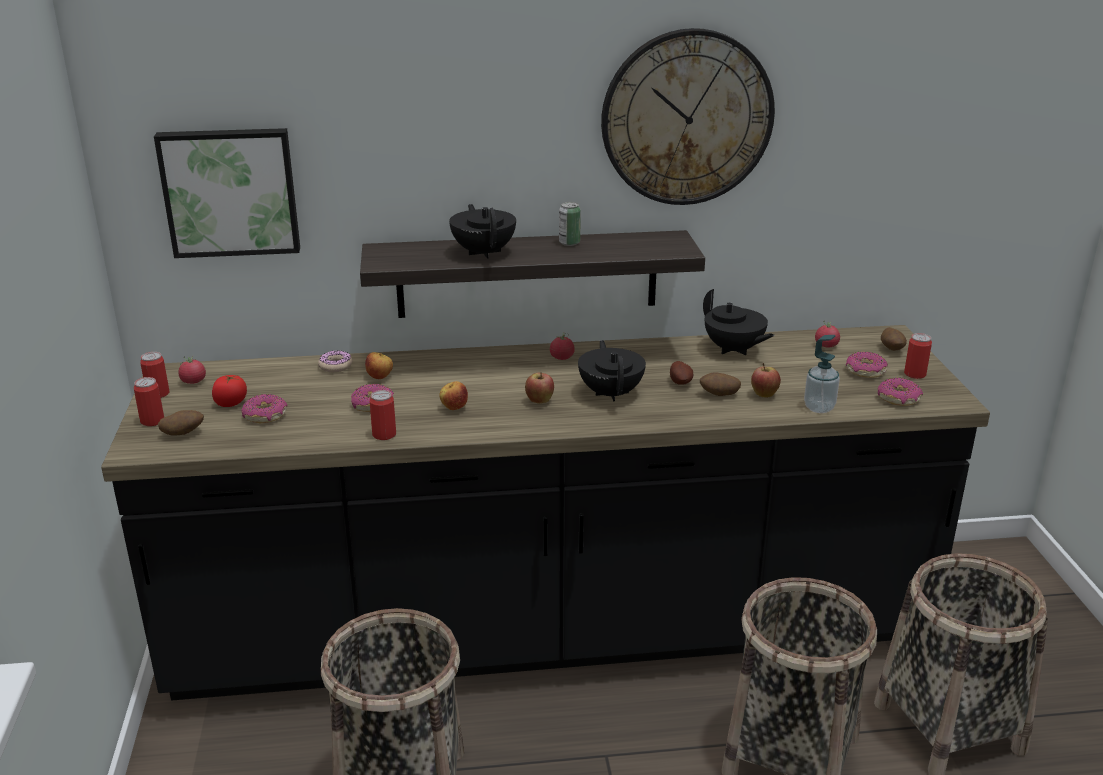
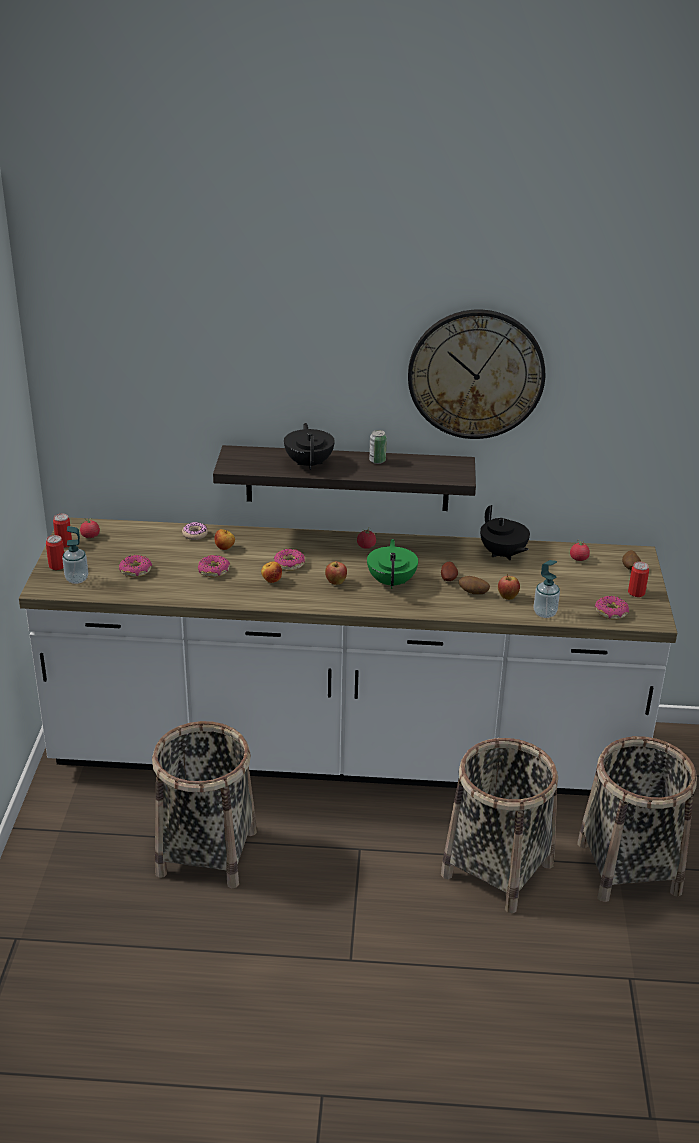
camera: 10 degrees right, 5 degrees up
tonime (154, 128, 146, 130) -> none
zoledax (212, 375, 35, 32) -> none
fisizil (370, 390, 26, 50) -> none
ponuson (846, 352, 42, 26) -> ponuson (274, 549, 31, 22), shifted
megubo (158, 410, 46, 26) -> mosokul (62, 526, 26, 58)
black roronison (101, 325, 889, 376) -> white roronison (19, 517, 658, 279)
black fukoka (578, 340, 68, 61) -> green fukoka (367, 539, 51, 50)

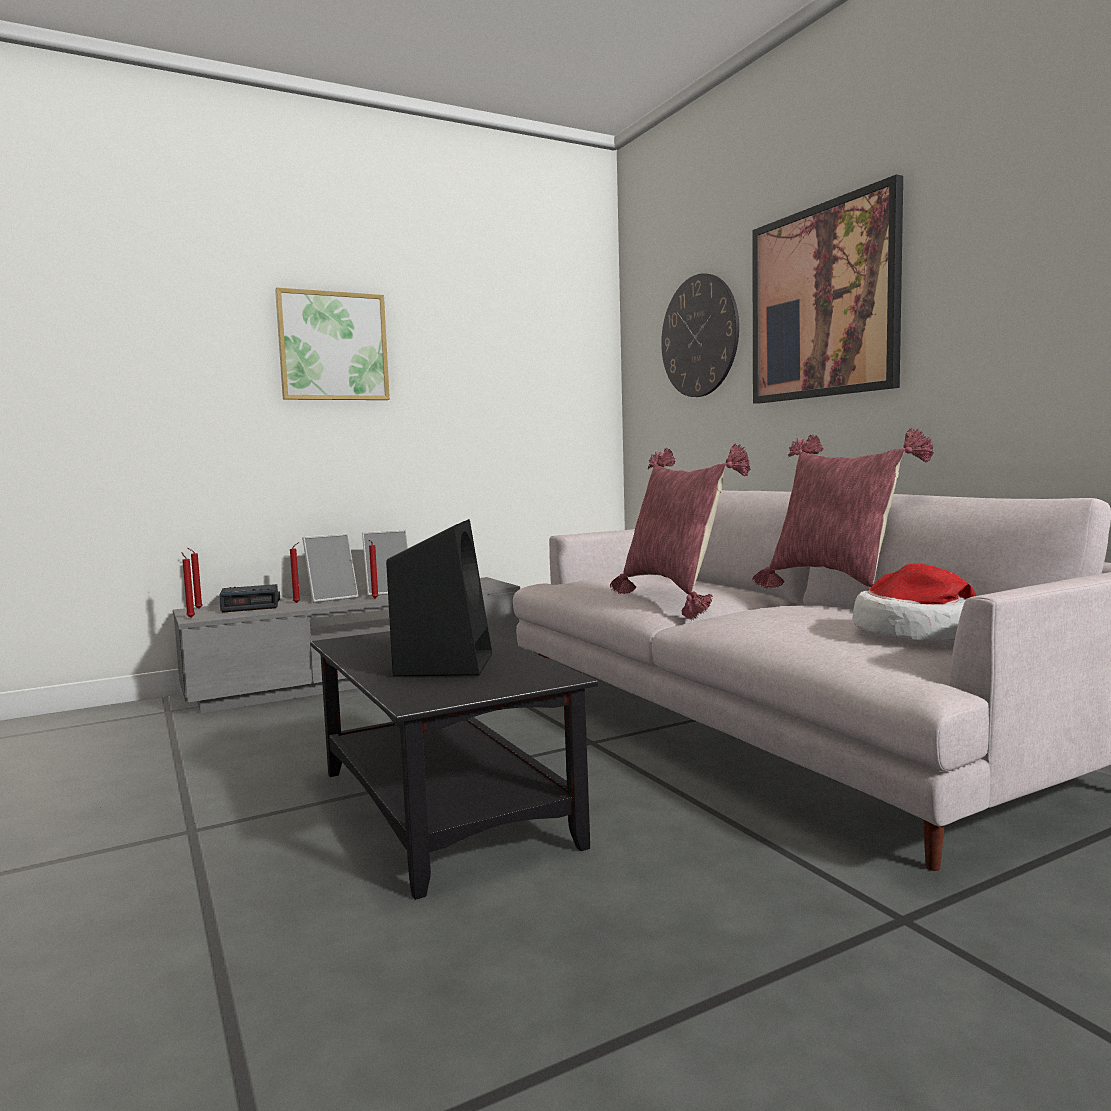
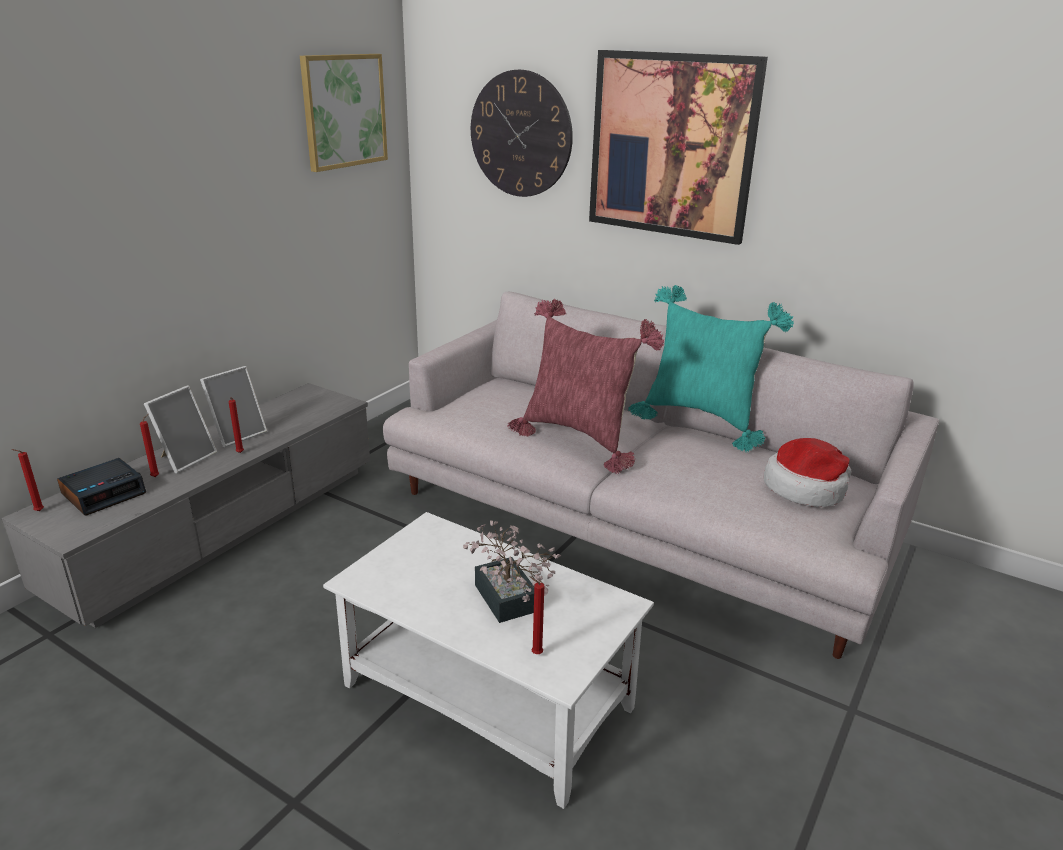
camera: 30 degrees left, 20 degrees up
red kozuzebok (182, 553, 13, 65) -> red kozuzebok (529, 576, 15, 78), shifted
tonime (275, 288, 115, 112) -> tonime (300, 54, 88, 118), shifted
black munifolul (386, 519, 106, 158) -> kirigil (463, 520, 98, 103)
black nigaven (310, 631, 288, 269) -> white nigaven (323, 512, 331, 297)
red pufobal (752, 428, 182, 163) -> turquoise pufobal (628, 285, 166, 168)

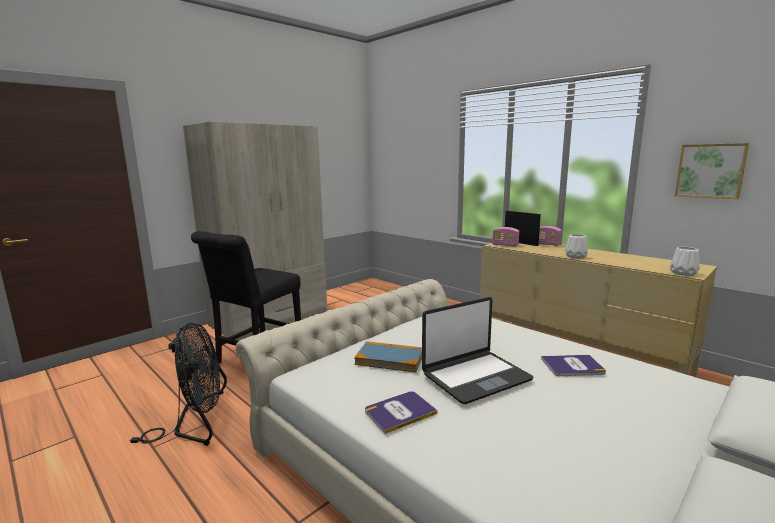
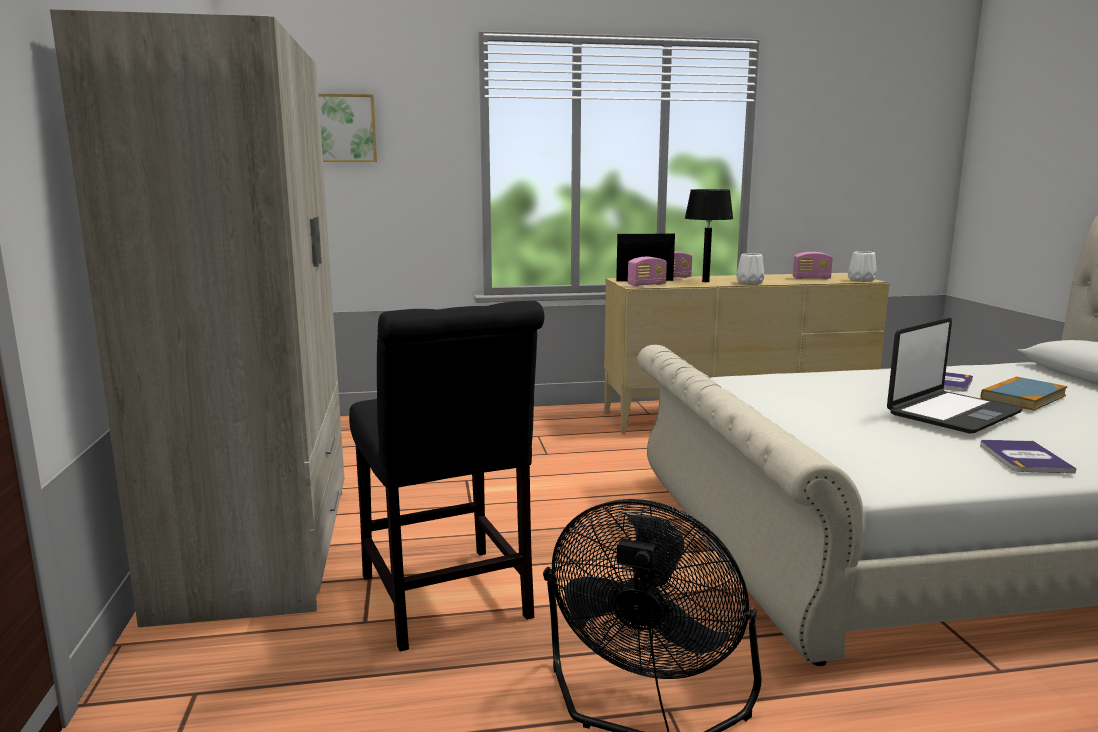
camera: 55 degrees left, 0 degrees up
none -> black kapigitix (685, 189, 48, 93)
none -> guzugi (793, 252, 40, 27)
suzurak (354, 341, 68, 32) -> suzurak (981, 377, 86, 34), shifted
tonime (675, 143, 74, 56) -> tonime (318, 93, 59, 69), shifted
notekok (422, 297, 112, 107) -> notekok (887, 318, 135, 116), 45 degrees clockwise

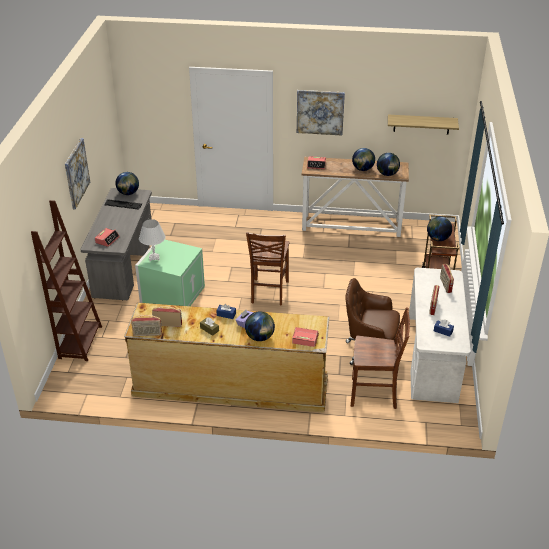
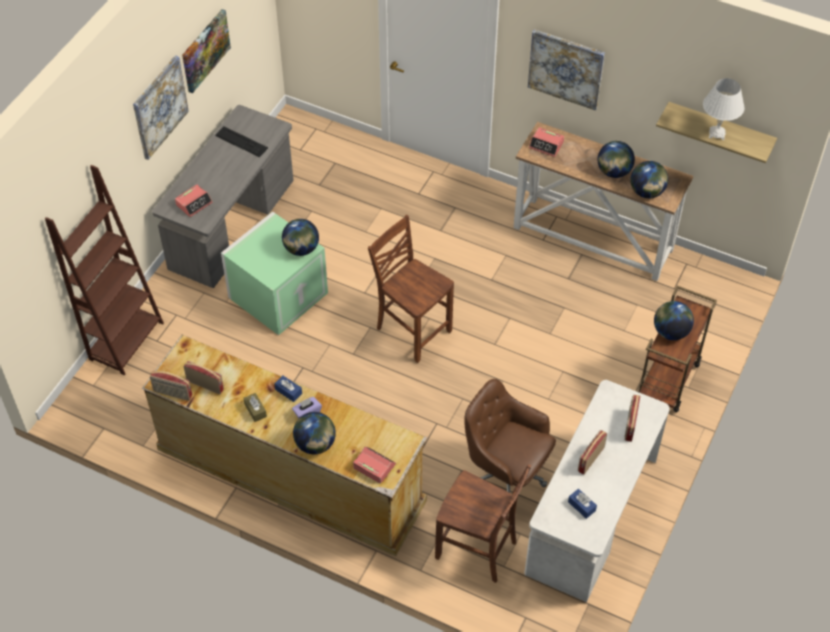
camera: 20 degrees right, 15 degrees up
none -> tonime (182, 9, 49, 84)
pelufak (115, 172, 24, 23) -> pelufak (282, 219, 37, 37), shifted
white kapigitix (139, 219, 27, 42) -> white kapigitix (703, 78, 42, 62), shifted
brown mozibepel (246, 232, 44, 74) -> brown mozibepel (368, 215, 86, 148), 105 degrees clockwise

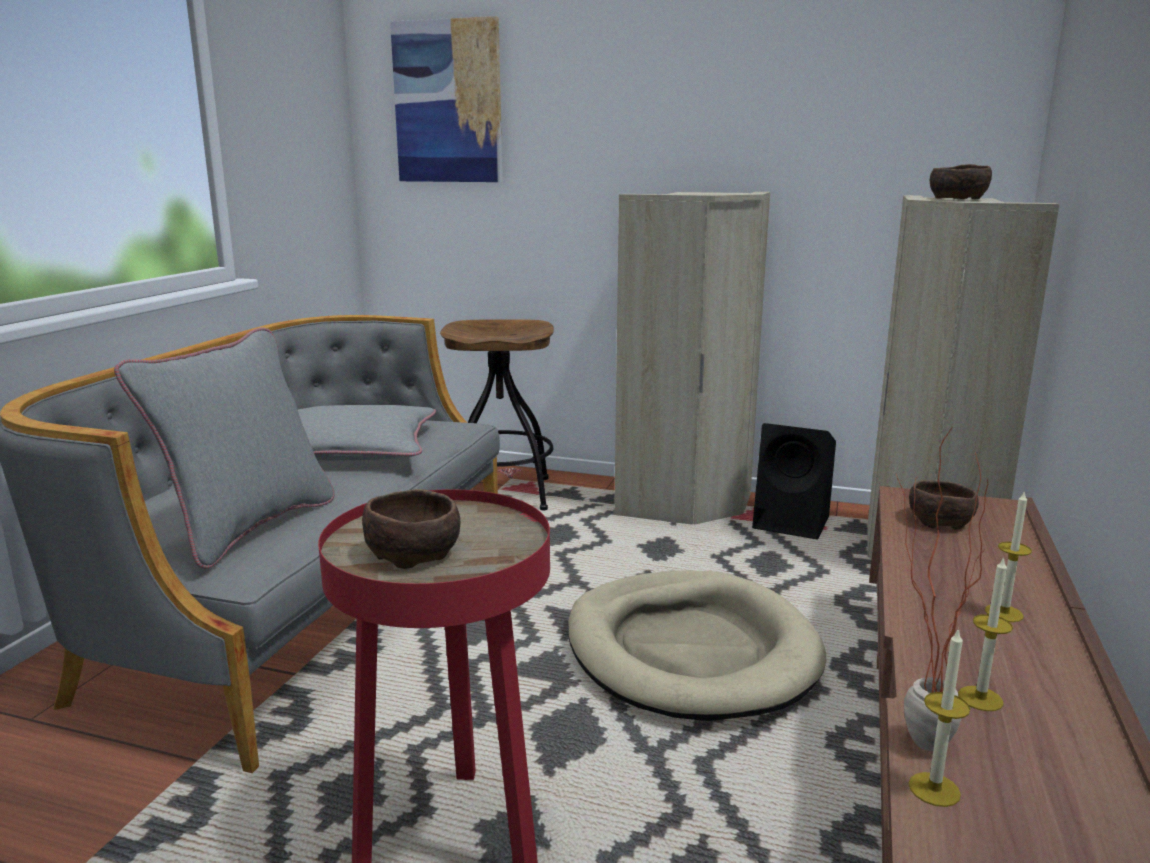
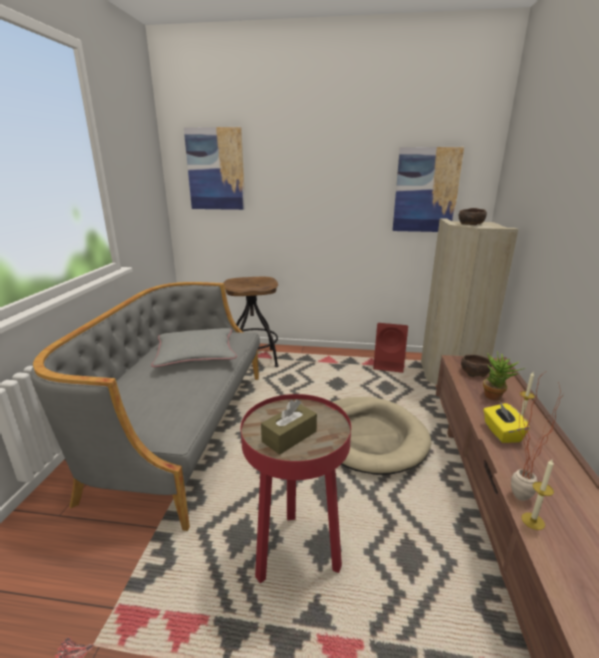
camera: 10 degrees left, 5 degrees up
grey pufobal (114, 327, 221, 242) -> none
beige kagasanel (614, 192, 156, 333) -> none
kozuzebok (958, 556, 55, 155) -> none
none -> tonime (392, 147, 72, 85)
none -> kirigil (483, 351, 43, 49)
none -> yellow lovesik (483, 402, 47, 41)
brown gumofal (362, 489, 98, 80) -> brown lovesik (261, 399, 56, 56)
black munifolul (752, 423, 84, 117) -> red munifolul (373, 323, 35, 50)

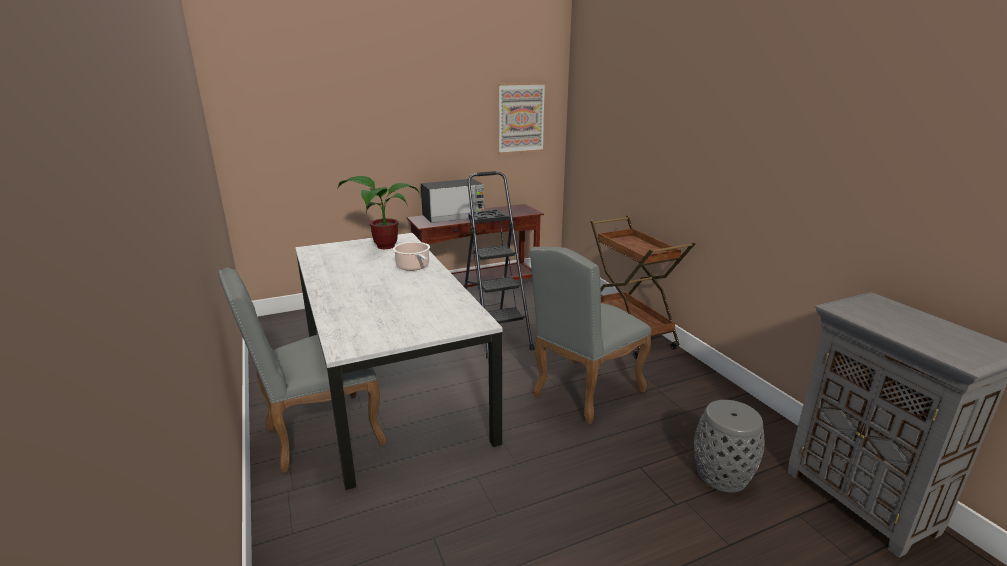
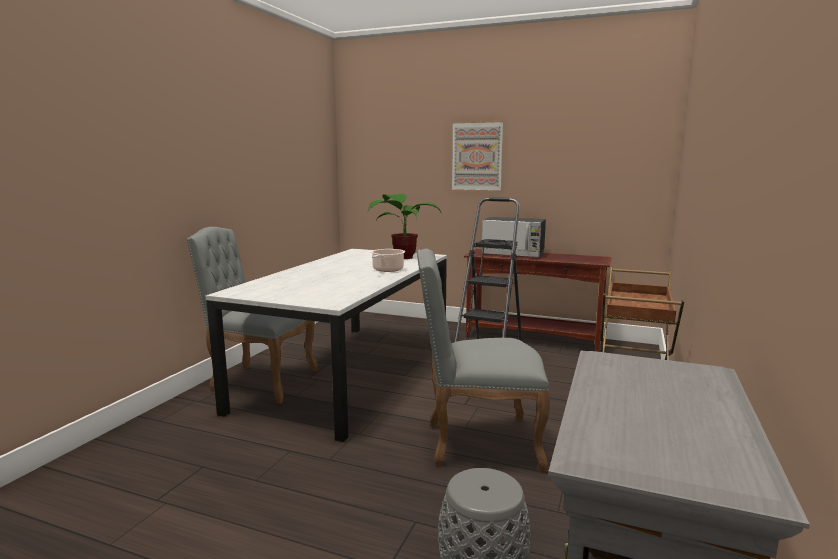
camera: 45 degrees right, 10 degrees down
tonime (499, 83, 46, 71) -> tonime (452, 121, 51, 71), shifted

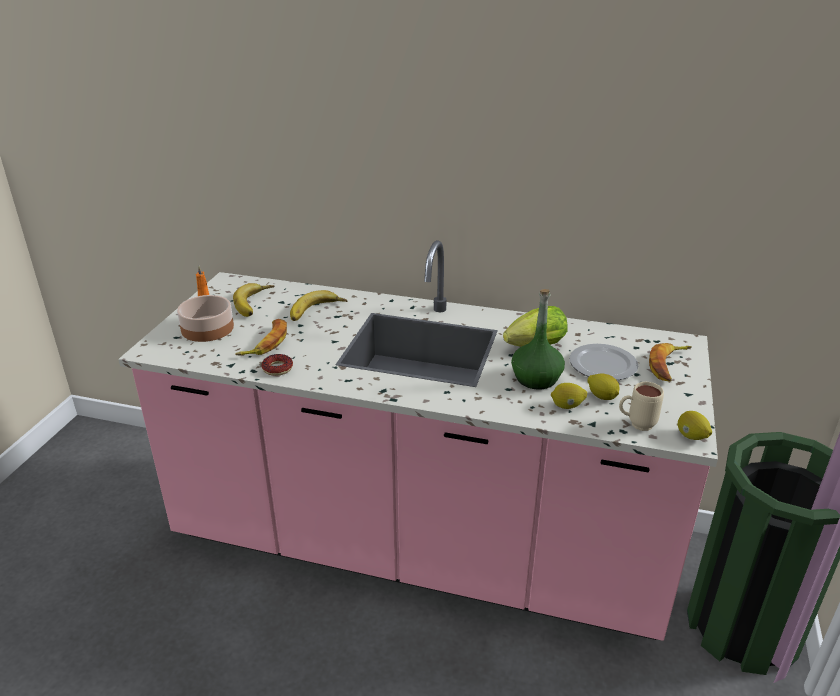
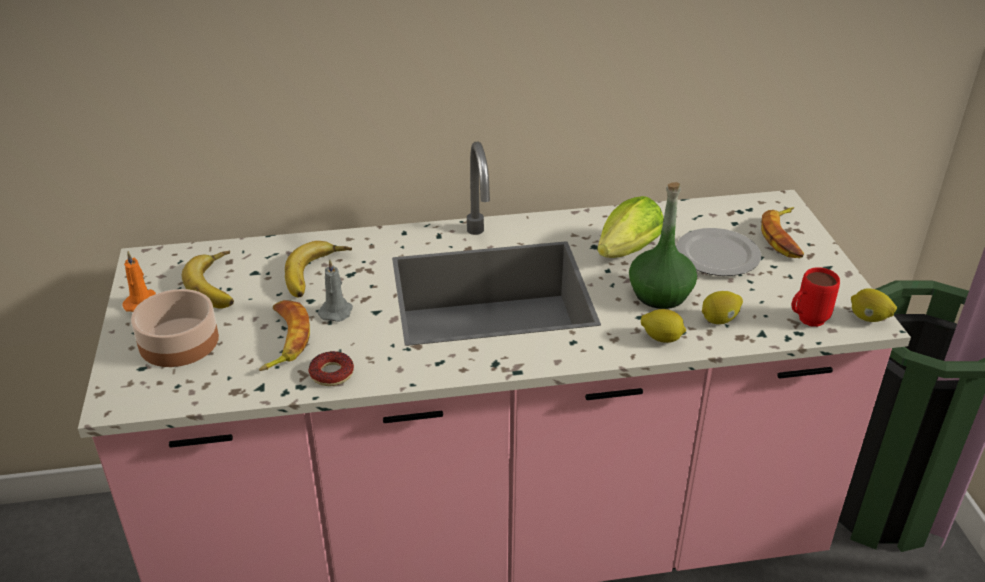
camera: 25 degrees left, 5 degrees up
none -> grey kozuzebok (318, 259, 35, 63)
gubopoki (588, 374, 32, 26) -> gubopoki (641, 309, 45, 34), shifted
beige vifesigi (619, 382, 45, 49) -> red vifesigi (791, 267, 49, 60)

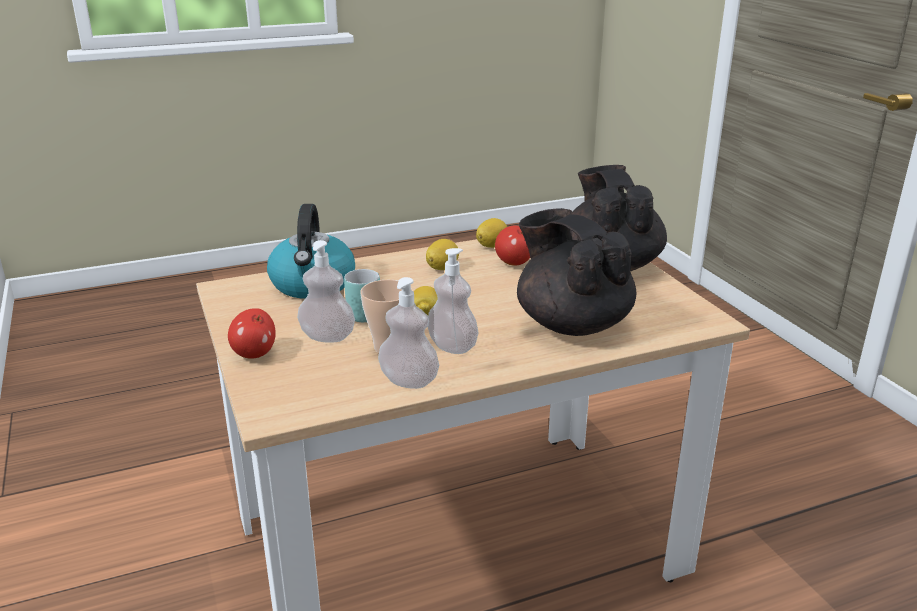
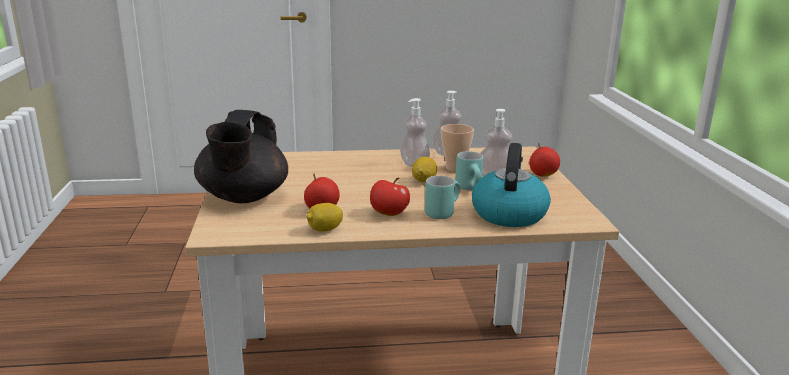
camera: 165 degrees left, 5 degrees down
black fukoka (517, 208, 119, 128) -> none
none -> turquoise vifesigi (425, 176, 35, 43)
gubopoki (426, 239, 33, 31) -> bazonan (370, 178, 40, 38)

